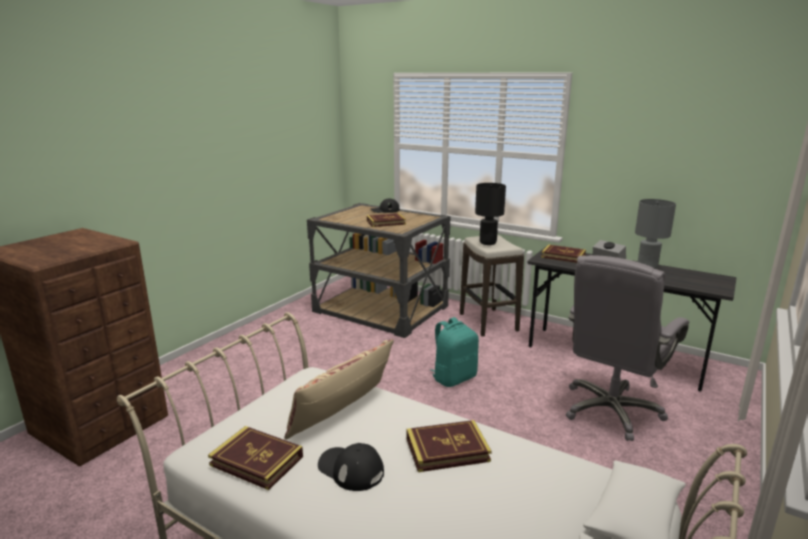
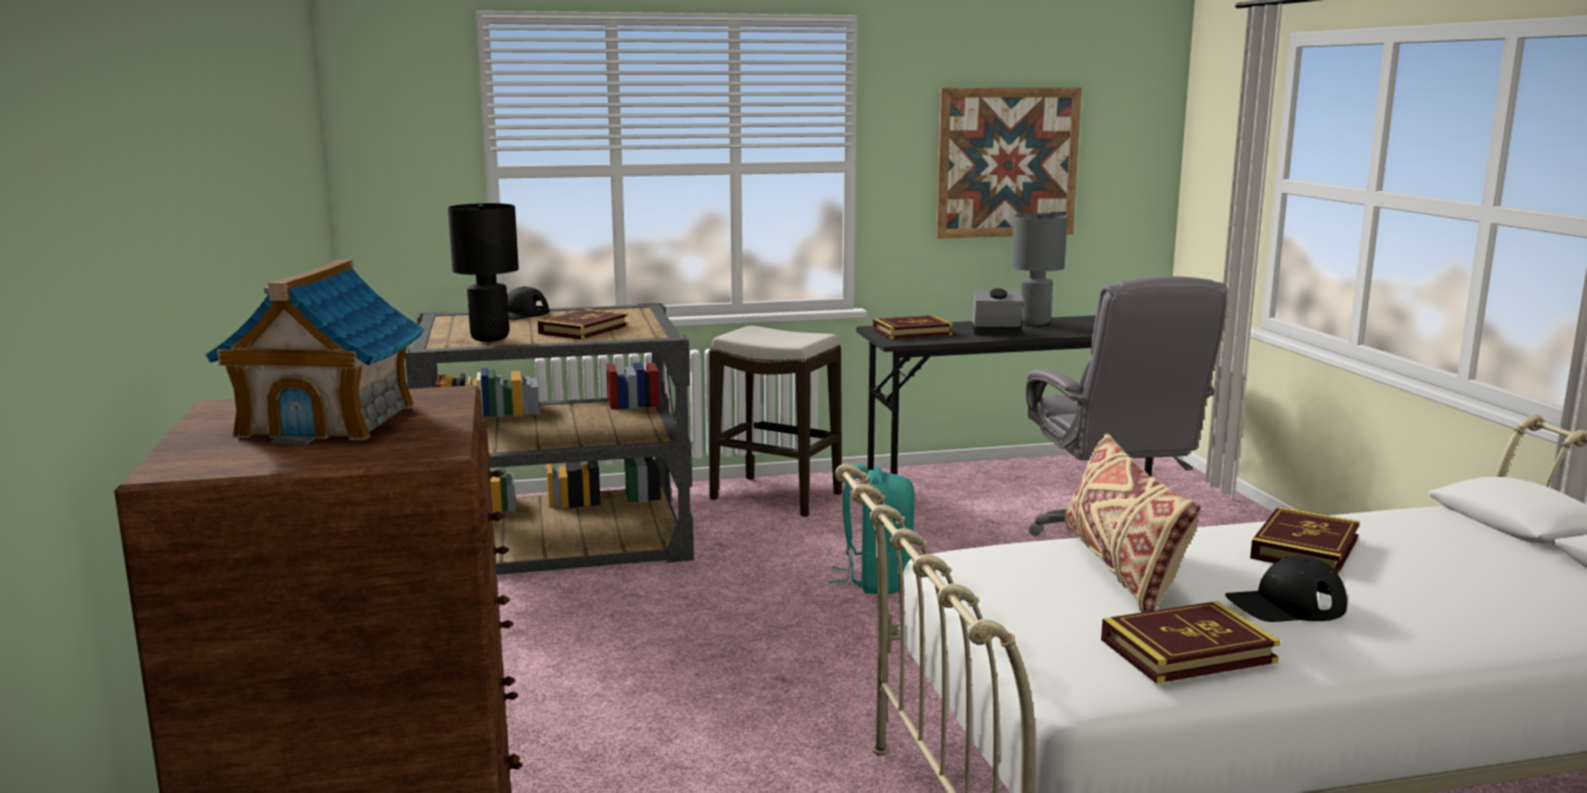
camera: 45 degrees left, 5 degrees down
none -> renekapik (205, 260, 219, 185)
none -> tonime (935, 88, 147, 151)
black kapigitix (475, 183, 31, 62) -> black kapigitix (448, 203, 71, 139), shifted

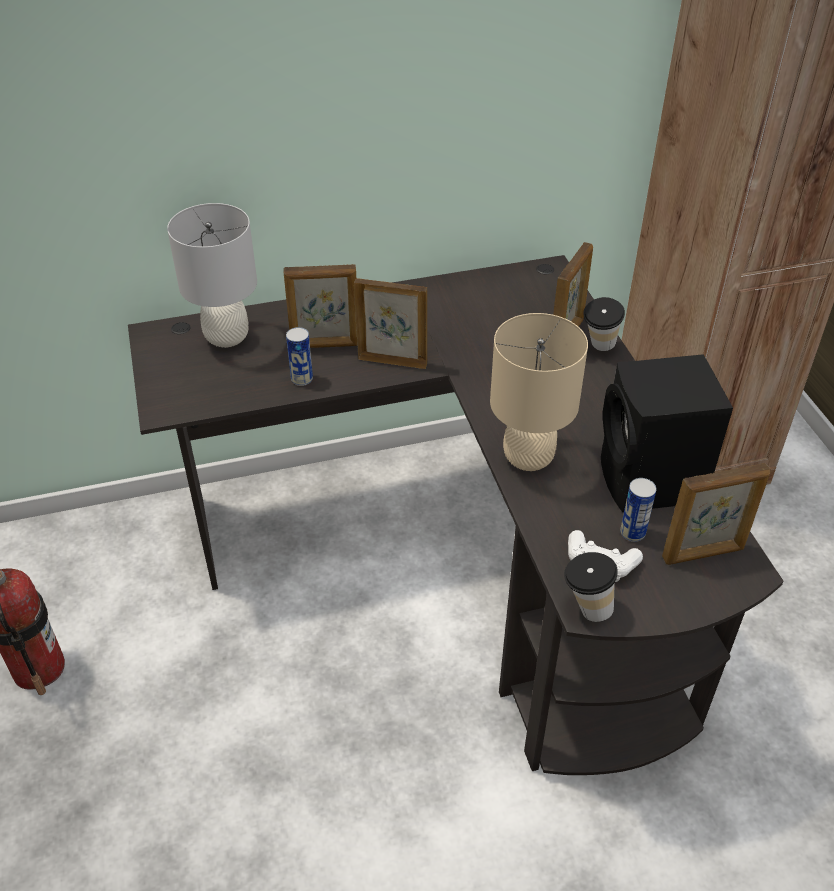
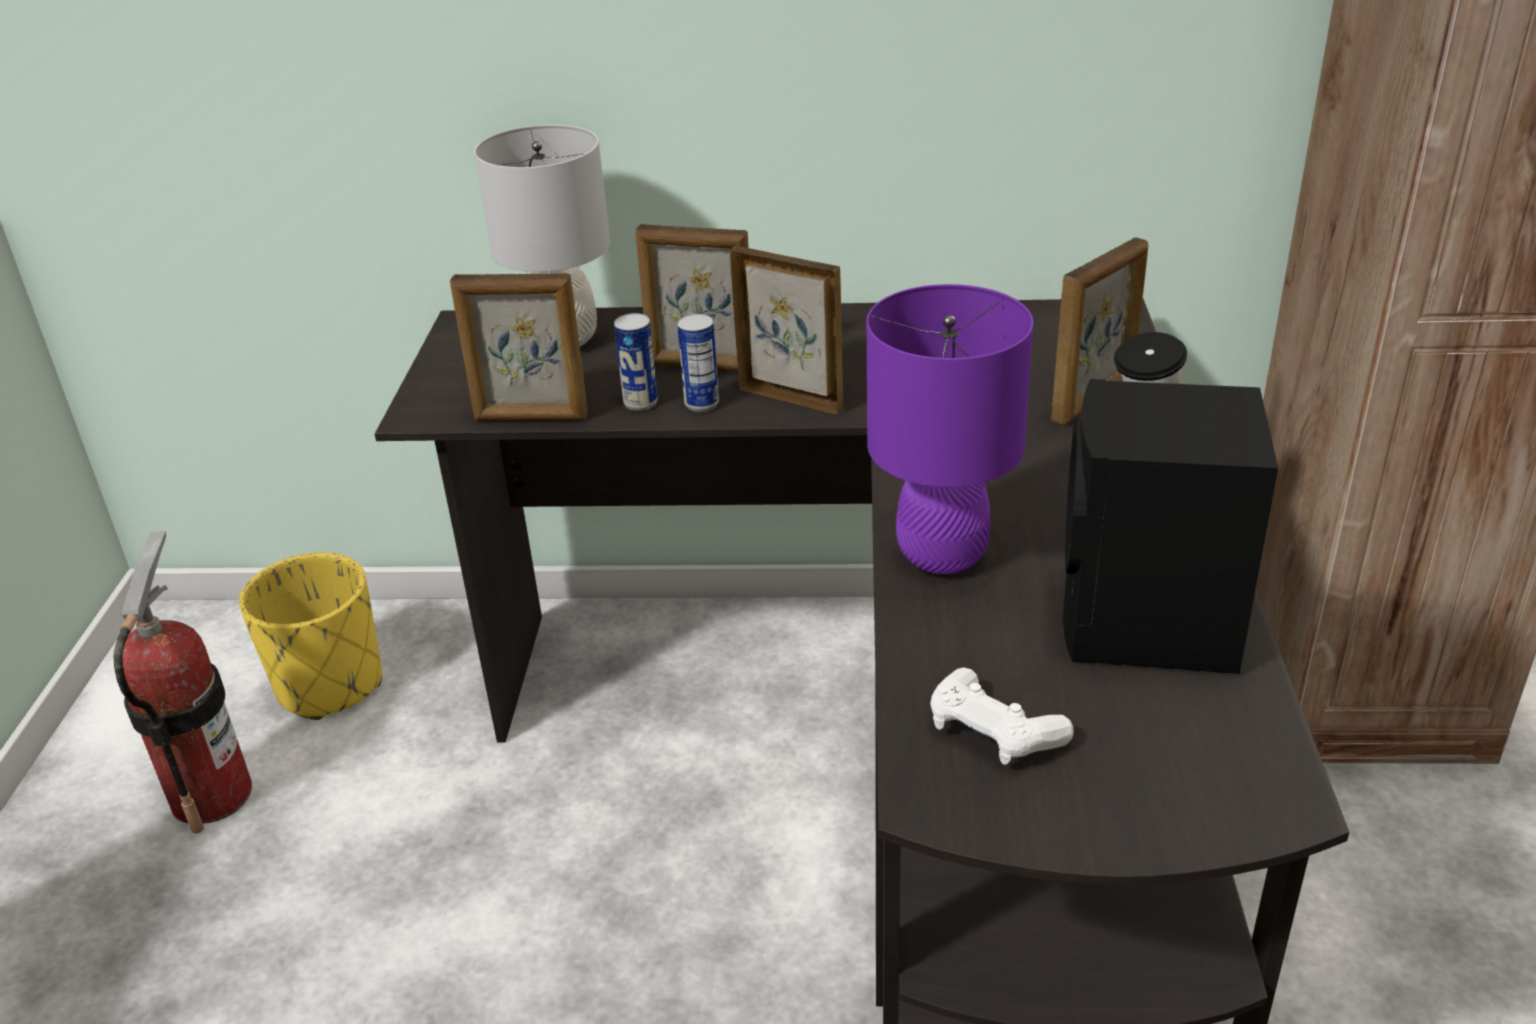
camera: 20 degrees right, 10 degrees down
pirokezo (564, 552, 54, 70) -> none
none -> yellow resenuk (239, 552, 143, 168)
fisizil (620, 478, 37, 64) -> fisizil (677, 314, 42, 98), shifted
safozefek (662, 463, 109, 102) -> safozefek (450, 273, 138, 147), shifted
beige kapigitix (490, 313, 98, 158) -> purple kapigitix (867, 284, 166, 290)

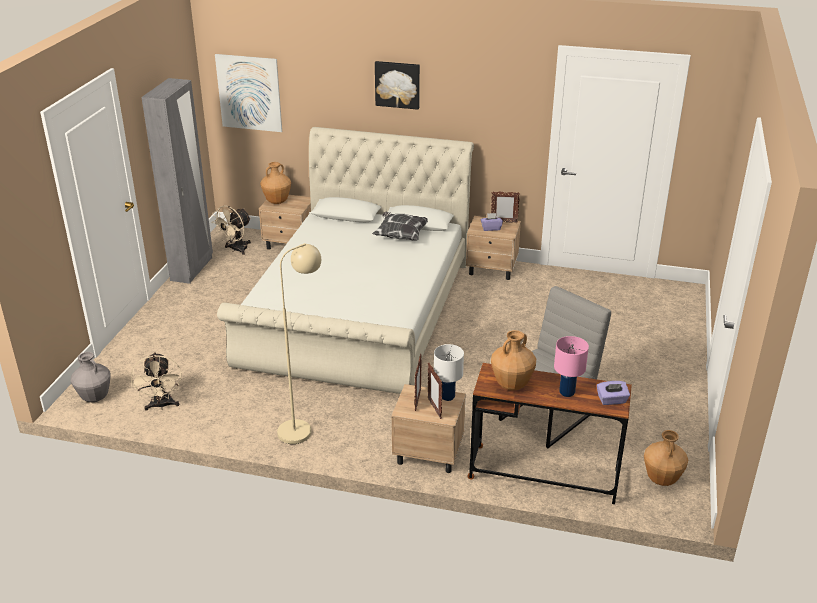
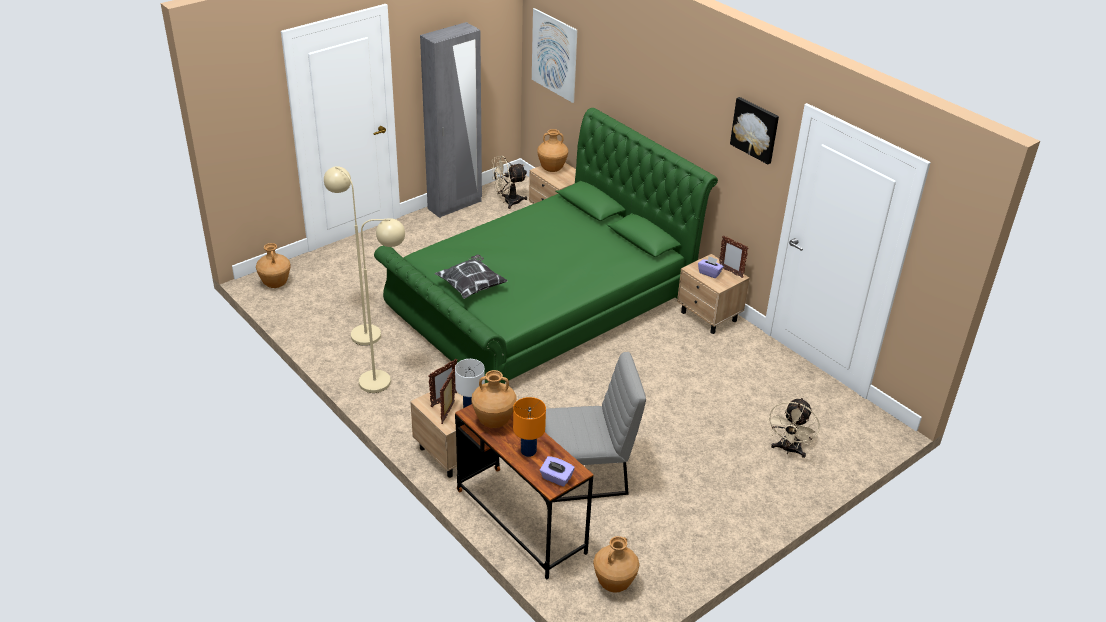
camera: 35 degrees right, 5 degrees up
none -> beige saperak (324, 166, 57, 180)
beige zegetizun (131, 352, 51, 58) -> beige zegetizun (767, 397, 53, 61), shifted
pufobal (372, 212, 56, 28) -> pufobal (435, 254, 73, 45), shifted
tonime (375, 61, 45, 49) -> tonime (730, 97, 49, 67), shifted
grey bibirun (71, 352, 40, 50) -> brown bibirun (256, 243, 35, 45)
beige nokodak (217, 127, 257, 267) -> green nokodak (374, 108, 344, 276)
pink kapigitix (554, 336, 35, 61) -> orange kapigitix (513, 397, 33, 60)

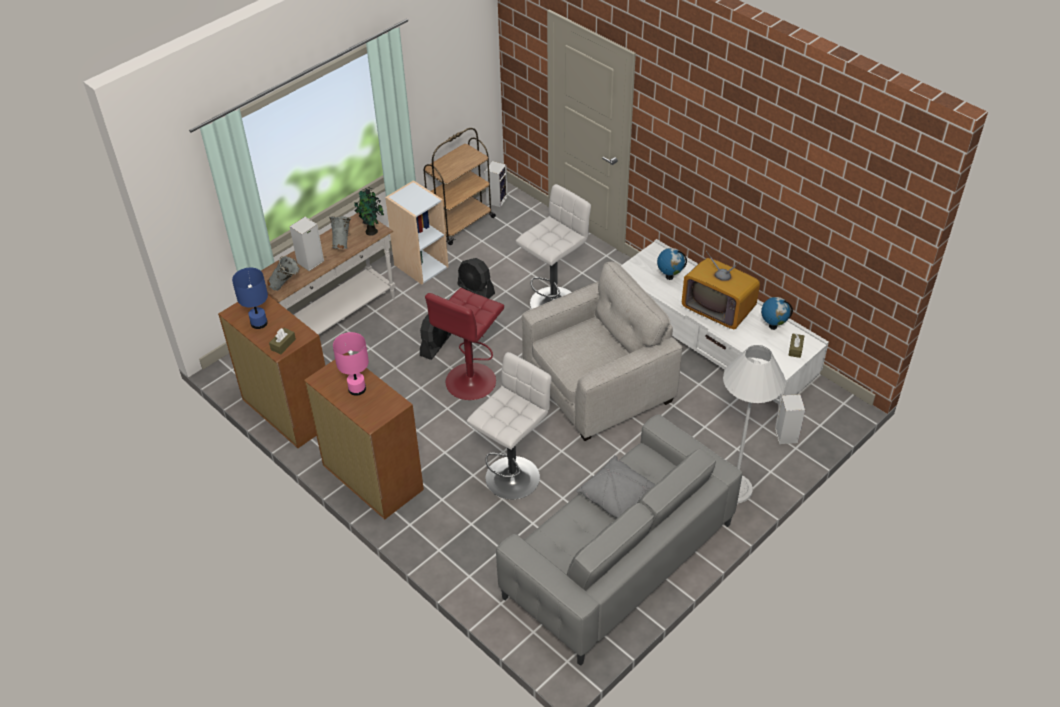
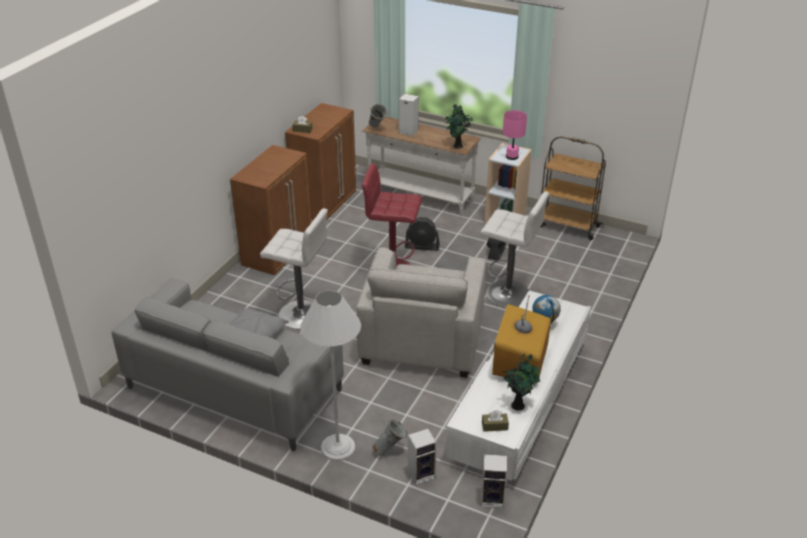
camera: 70 degrees right, 10 degrees down
blue kapigitix (232, 268, 36, 61) -> none
grey bibirun (329, 216, 22, 33) -> grey bibirun (372, 419, 36, 37), shifted
pink kapigitix (333, 332, 36, 64) -> pink kapigitix (503, 110, 24, 50), shifted
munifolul (485, 161, 23, 46) -> munifolul (481, 454, 26, 54), shifted
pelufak (761, 297, 32, 33) -> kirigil (503, 353, 38, 58)
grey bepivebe (522, 262, 161, 179) -> grey bepivebe (356, 247, 130, 131), 60 degrees clockwise

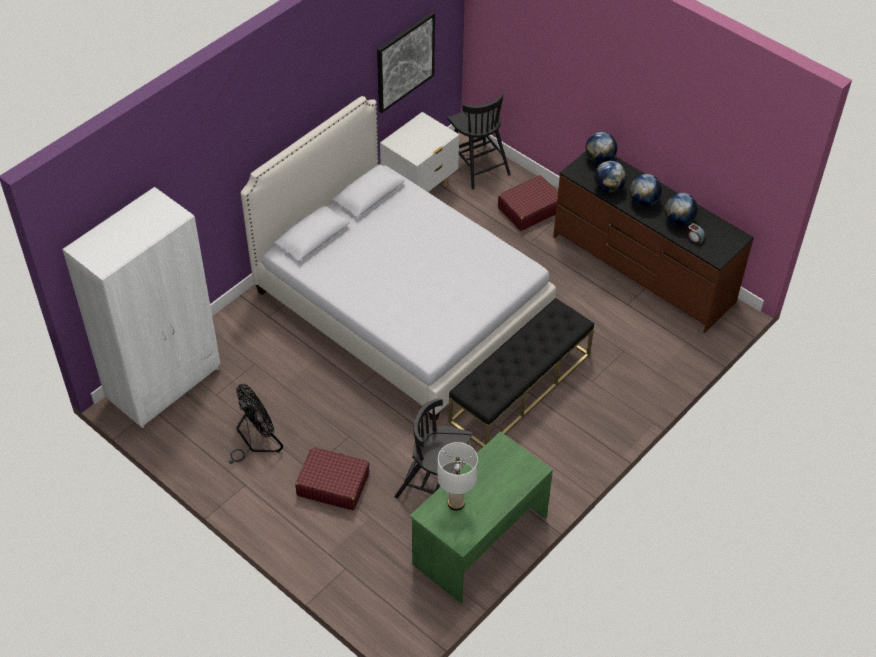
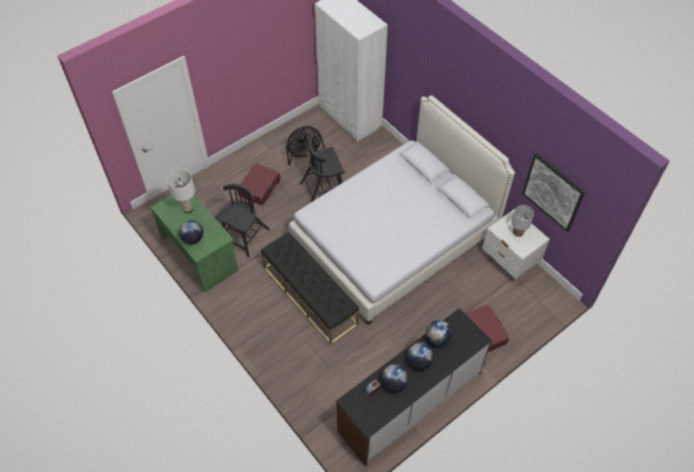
camera: 100 degrees right, 5 degrees up
none -> grey kapigitix (511, 205, 23, 32)
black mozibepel (447, 90, 64, 100) -> black mozibepel (300, 135, 45, 68), shifted
pelufak (586, 132, 31, 32) -> pelufak (179, 220, 24, 24), shifted

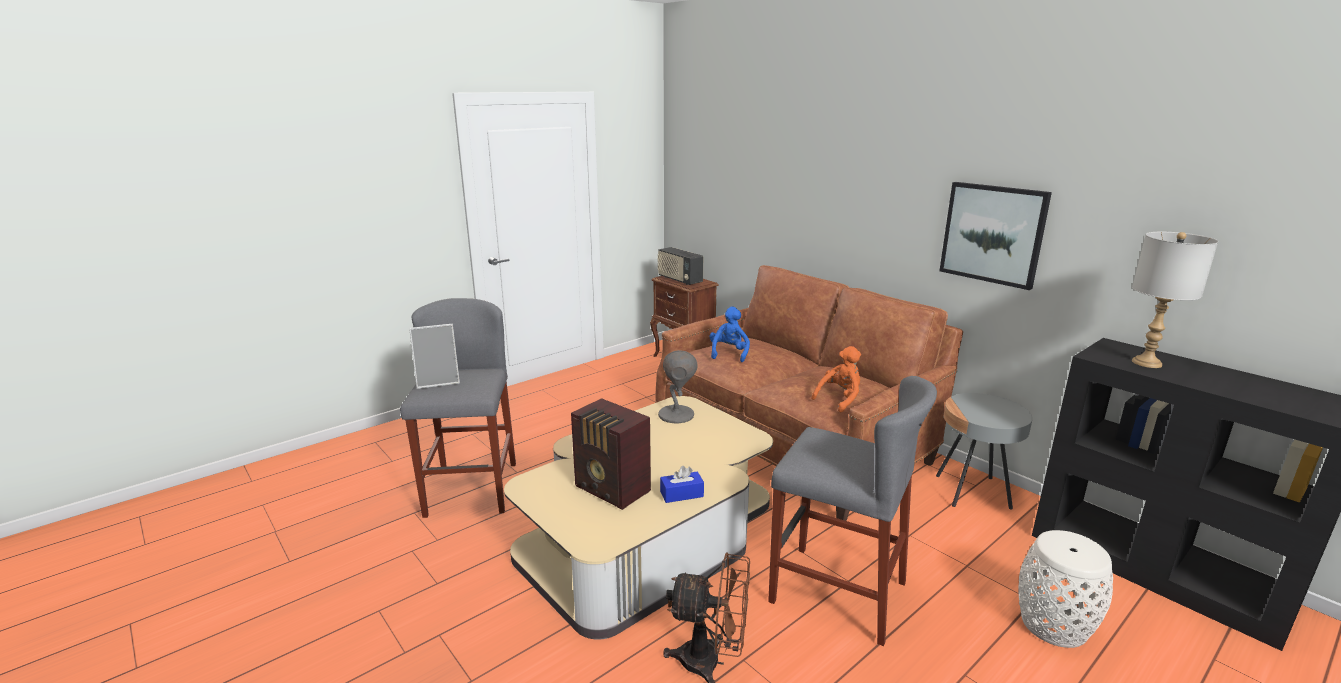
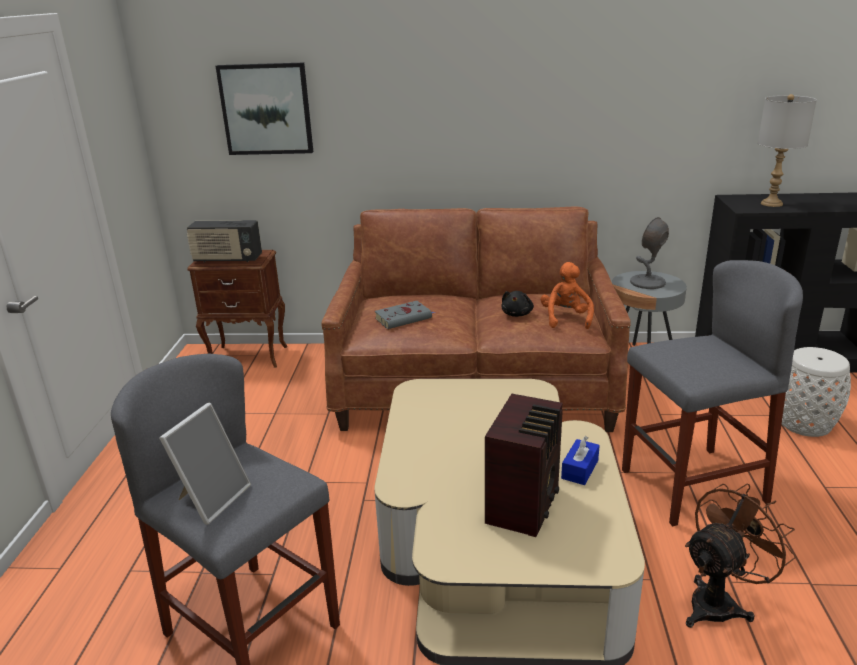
camera: 45 degrees left, 5 degrees up
none -> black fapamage (502, 291, 32, 26)
grey kapigitix (658, 350, 40, 73) -> grey kapigitix (630, 217, 39, 72), shifted
tonime (939, 182, 113, 108) -> tonime (216, 62, 97, 93), shifted
blue fapamage (709, 306, 41, 56) -> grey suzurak (374, 301, 60, 28)
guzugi (571, 398, 80, 112) -> guzugi (485, 394, 78, 143), 60 degrees counterclockwise

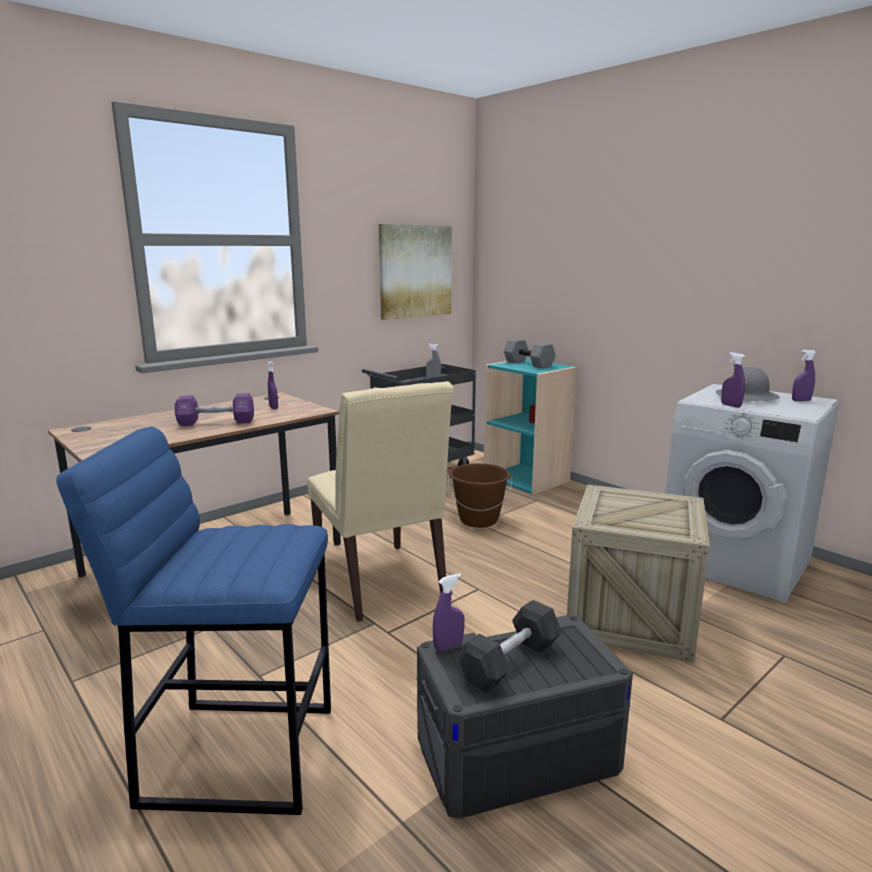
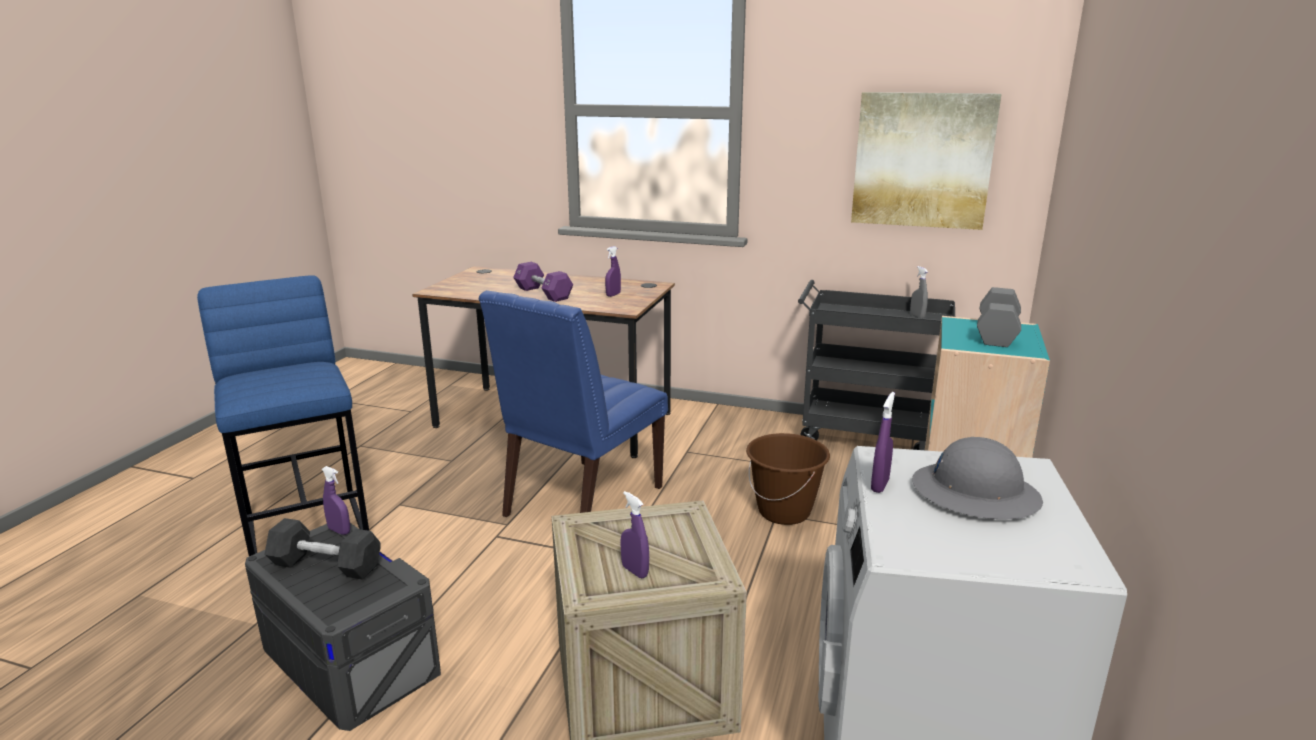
camera: 60 degrees right, 5 degrees up
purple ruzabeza (792, 350, 24, 51) -> purple ruzabeza (620, 491, 29, 88), shifted
beige mozibepel (307, 381, 147, 241) -> blue mozibepel (479, 290, 189, 227)

